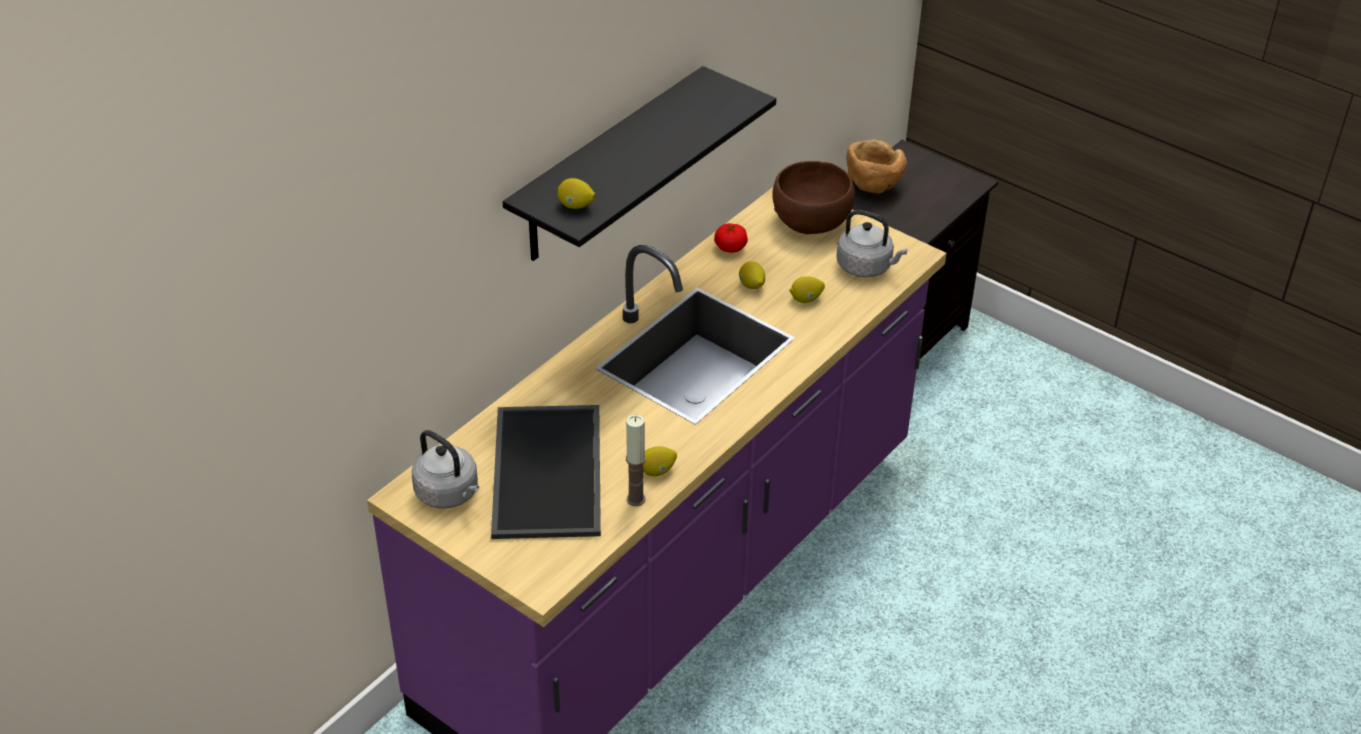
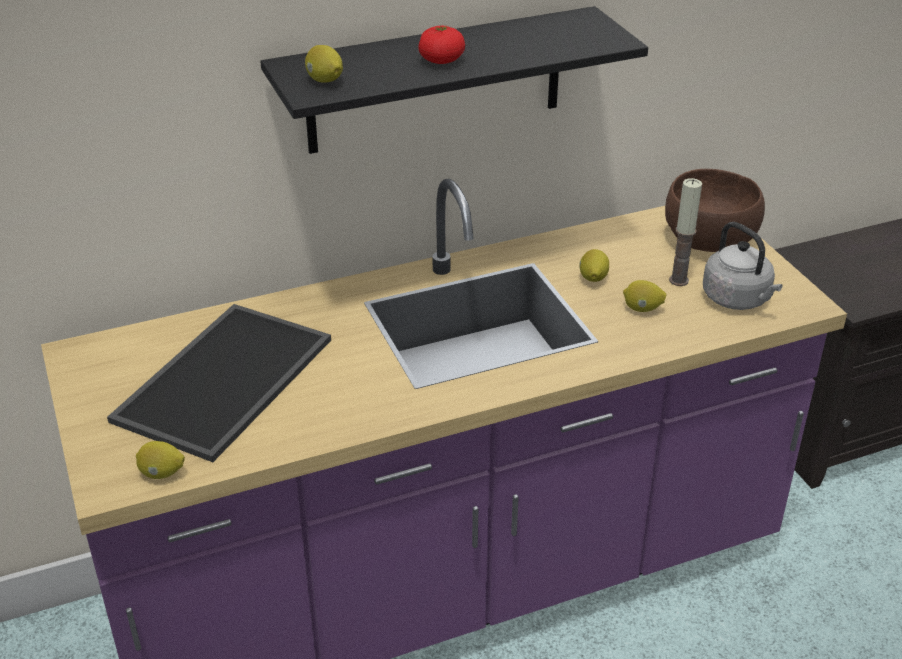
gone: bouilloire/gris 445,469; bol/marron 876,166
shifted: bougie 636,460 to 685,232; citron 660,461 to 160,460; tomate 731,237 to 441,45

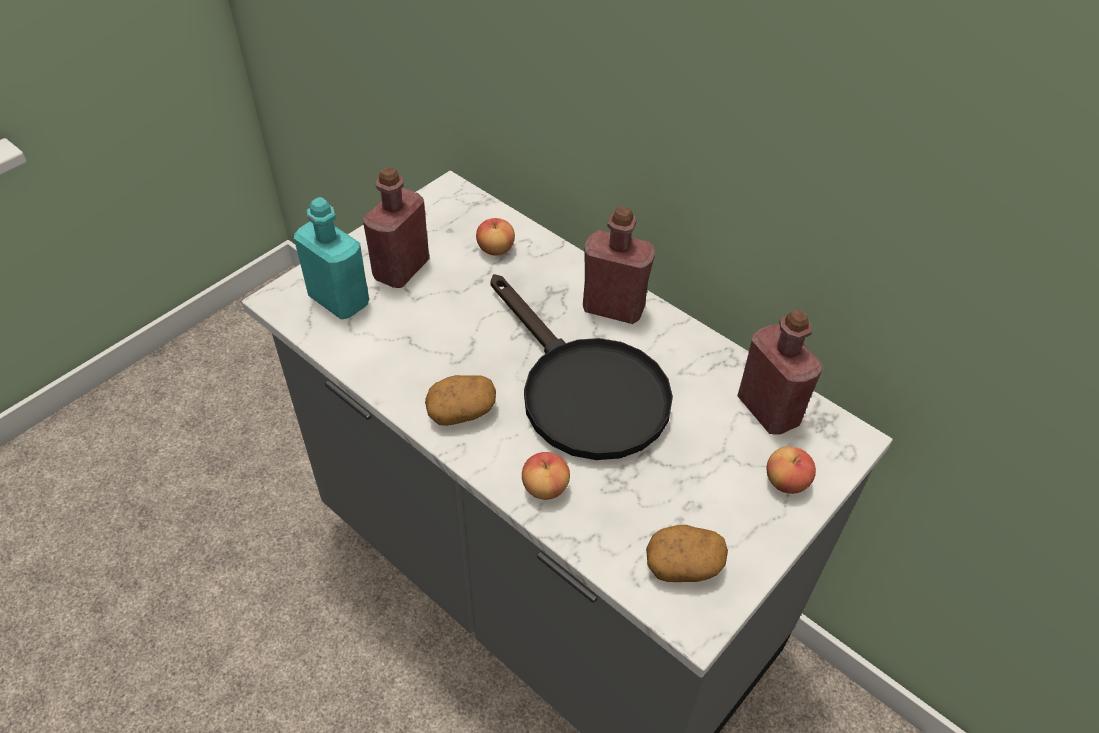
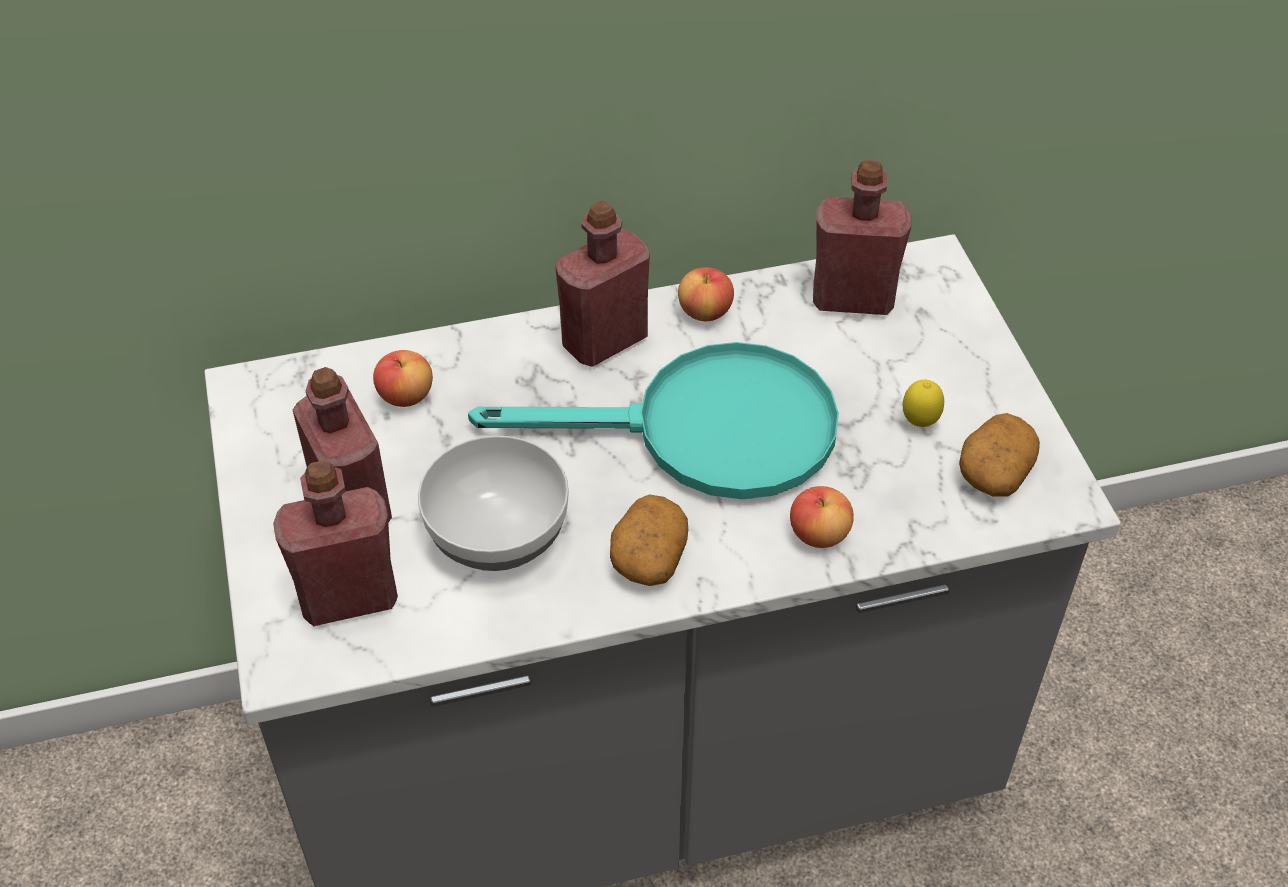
new: bol 493,503; citron 923,403
shifted: pomme 791,470 to 706,294
repainted: bouteille/turquoise 331,258 to bouteille/rouge 335,543; poêle/noir 581,367 to poêle/turquoise 653,420

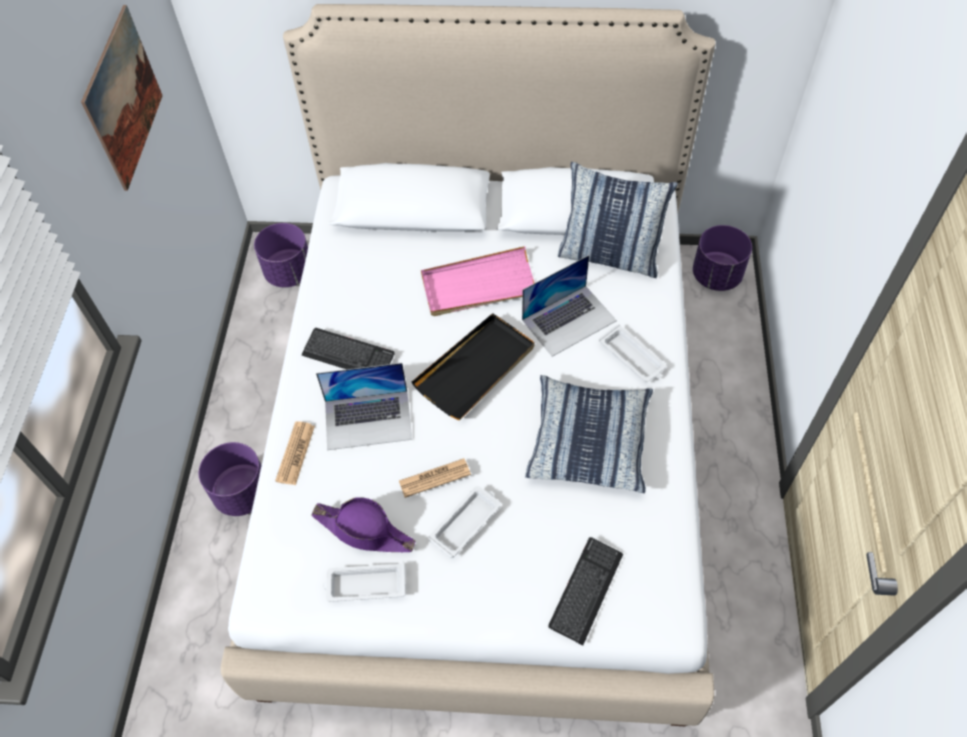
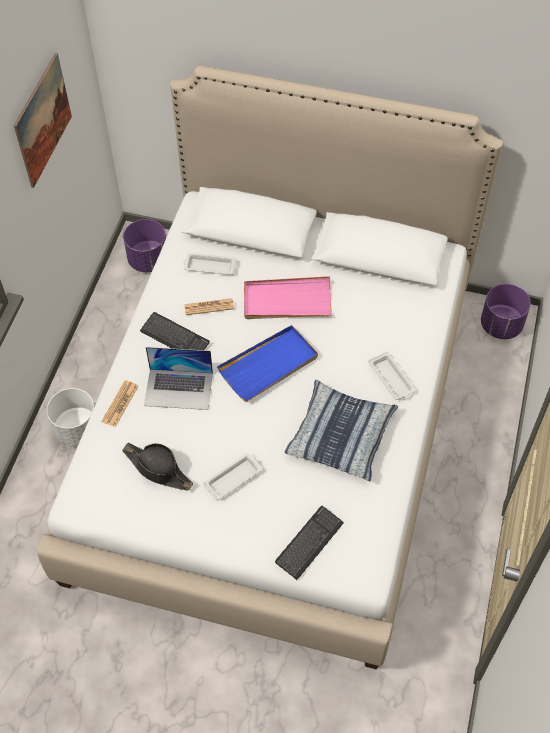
gone: ordinateur portable 569,306; coussin 618,220
shifted: plateau/blanc 364,582 to 210,264; journal 435,478 to 209,306
repainted: cache-pot/violet 230,479 to cache-pot/blanc 71,417; chapeau/violet 363,524 to chapeau/noir 157,466; plateau/noir 473,366 to plateau/bleu 267,363

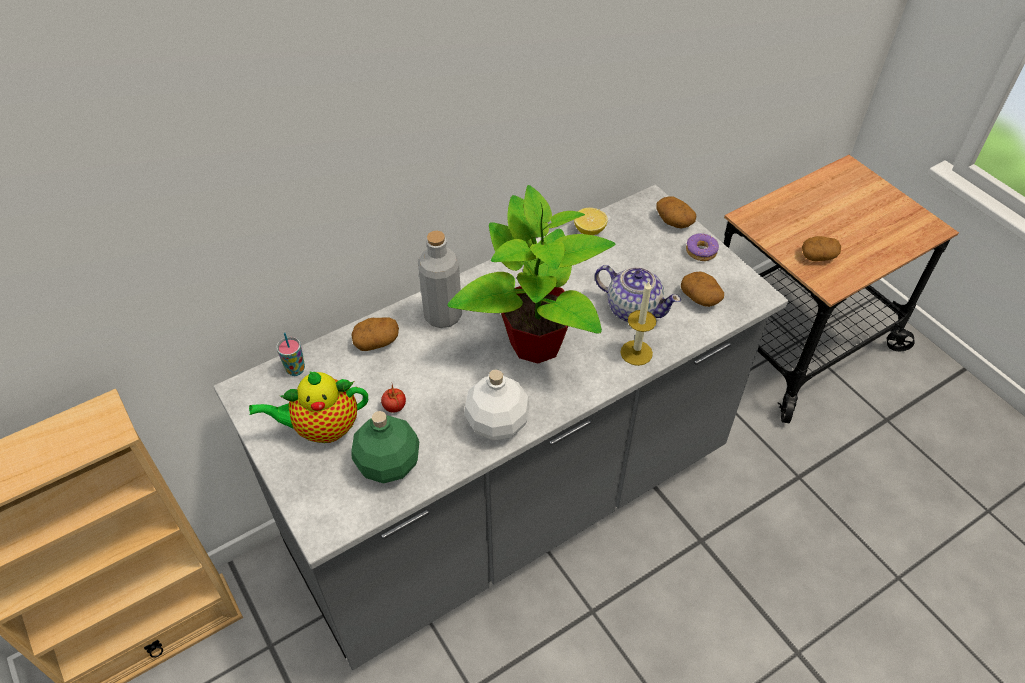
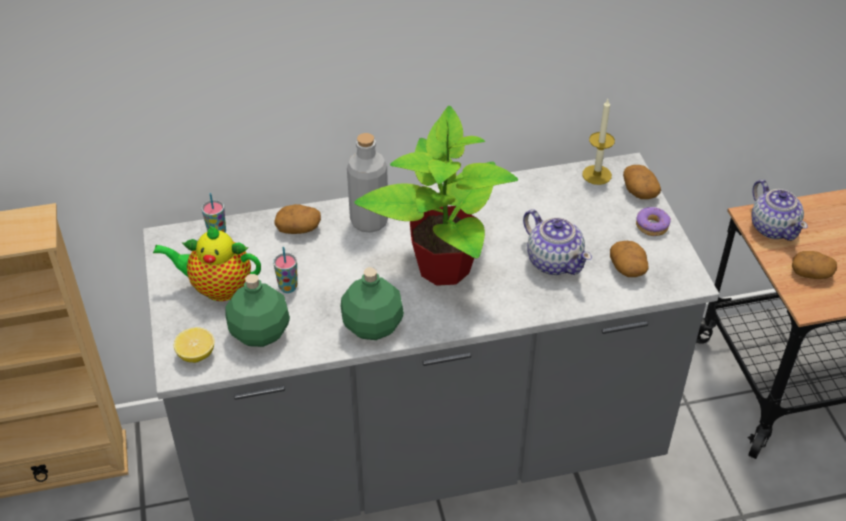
new: théière 780,210
shifted: citron 591,221 to 194,345; bougie 638,323 to 598,142
swapped: tomate 393,399 to tasse 285,270
repainted: bouteille/blanc 496,404 to bouteille/vert 372,303

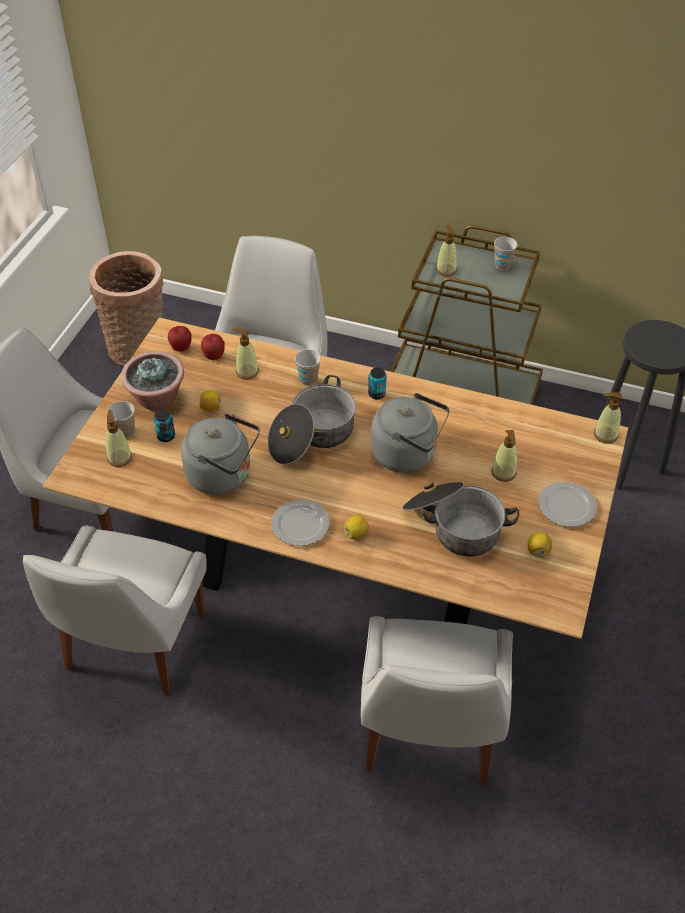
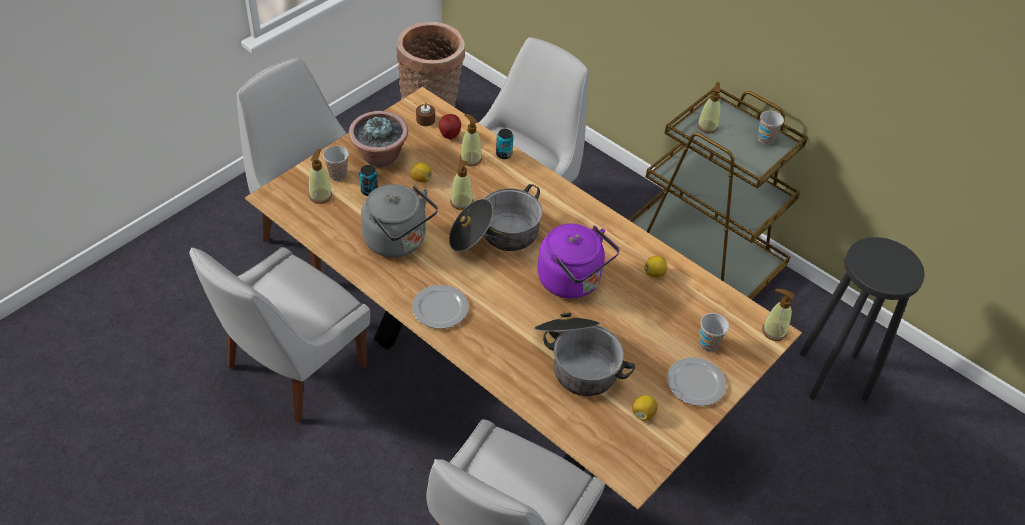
shifted: tasse 308,368 to 714,332; citron 356,527 to 655,266; boîte métallique 377,383 to 504,144; distributeur de savon 504,456 to 461,185
swapped: pomme 179,338 to bougie/marron 425,114
repainted: bouilloire/gris 410,432 to bouilloire/violet 579,261

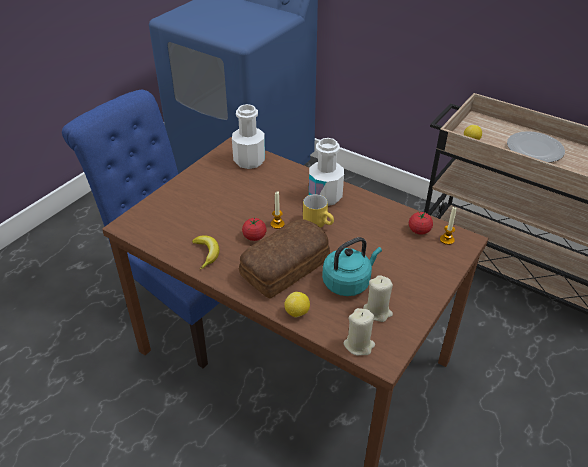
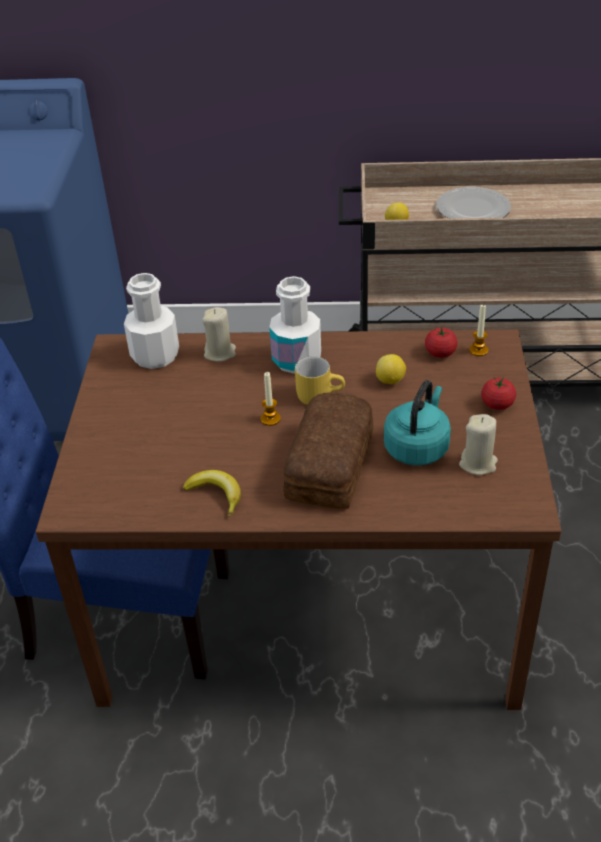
shifted: tomate 254,229 to 498,393; citron 297,304 to 391,369; bougie/beige 359,332 to 219,334

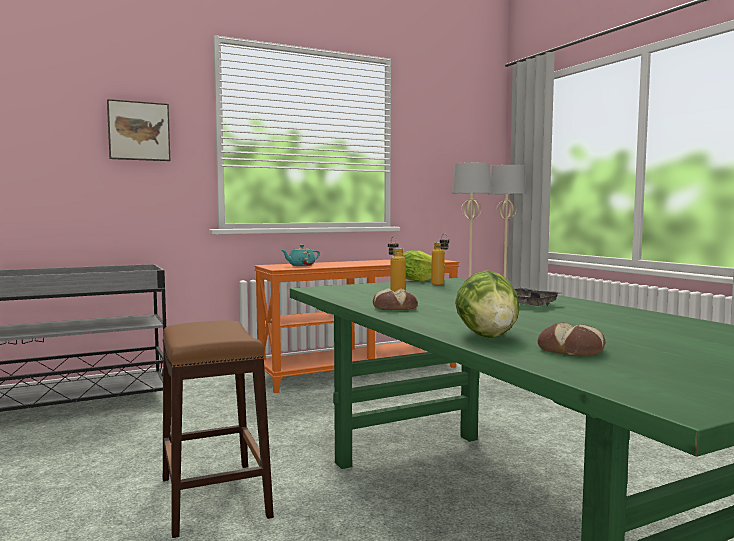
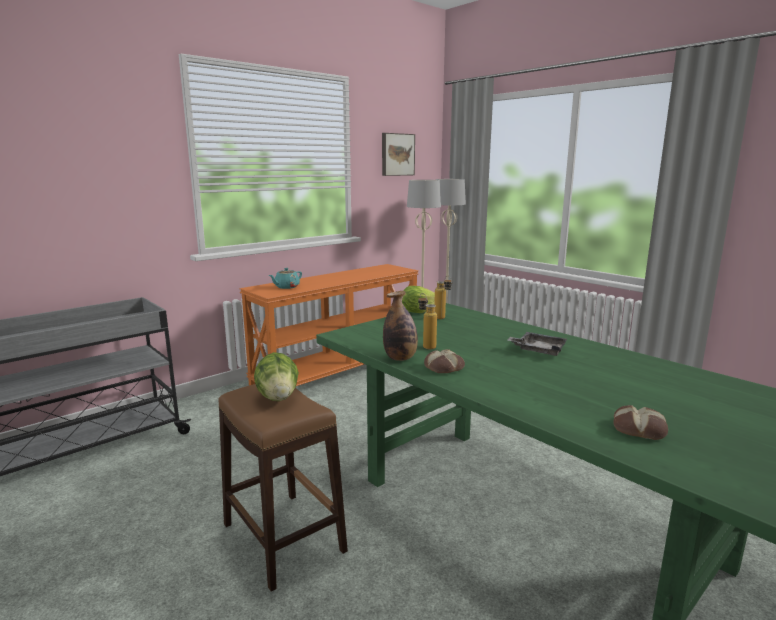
new: bouteille 400,326
shifted: tableau 138,130 to 398,154; laitue 487,304 to 276,376

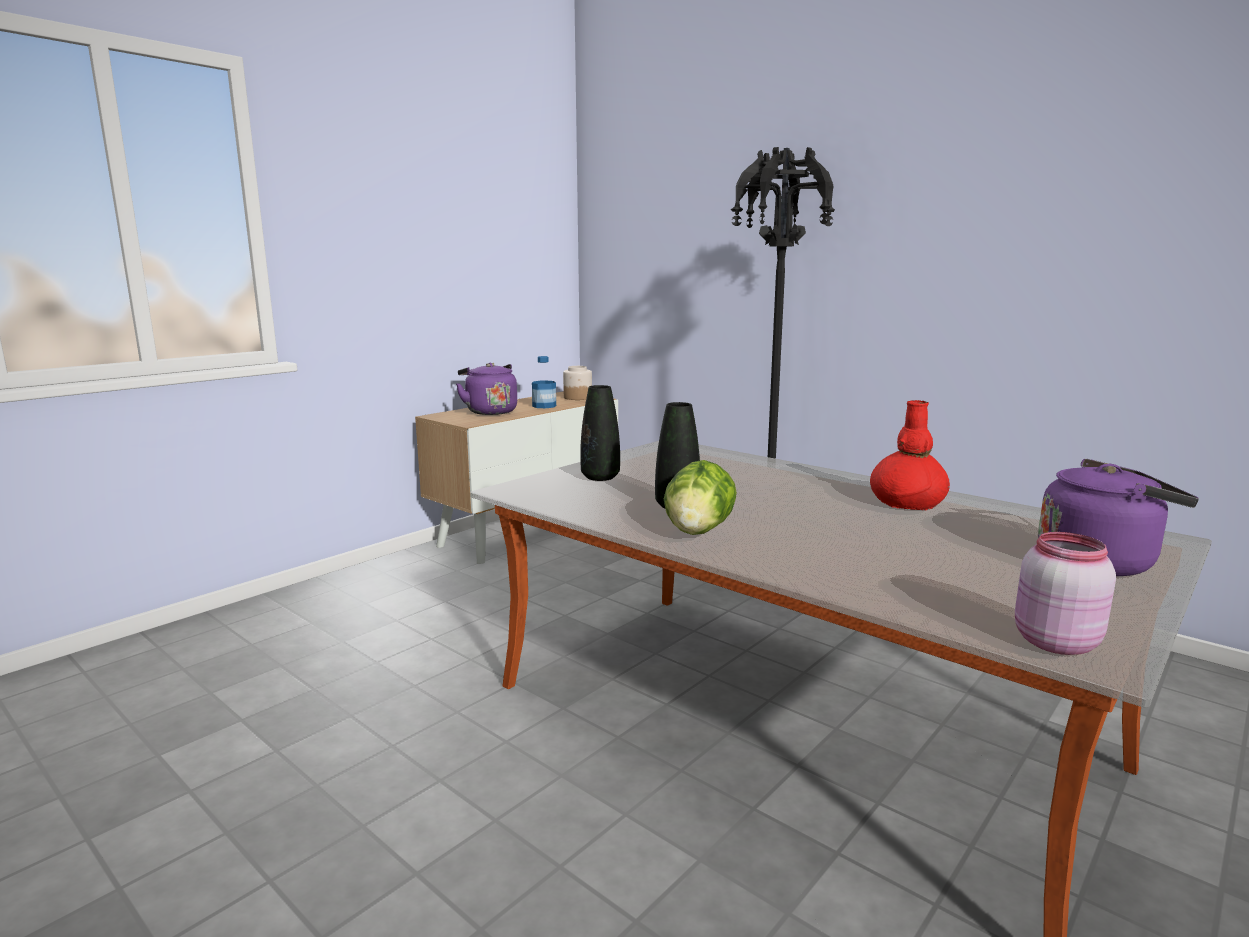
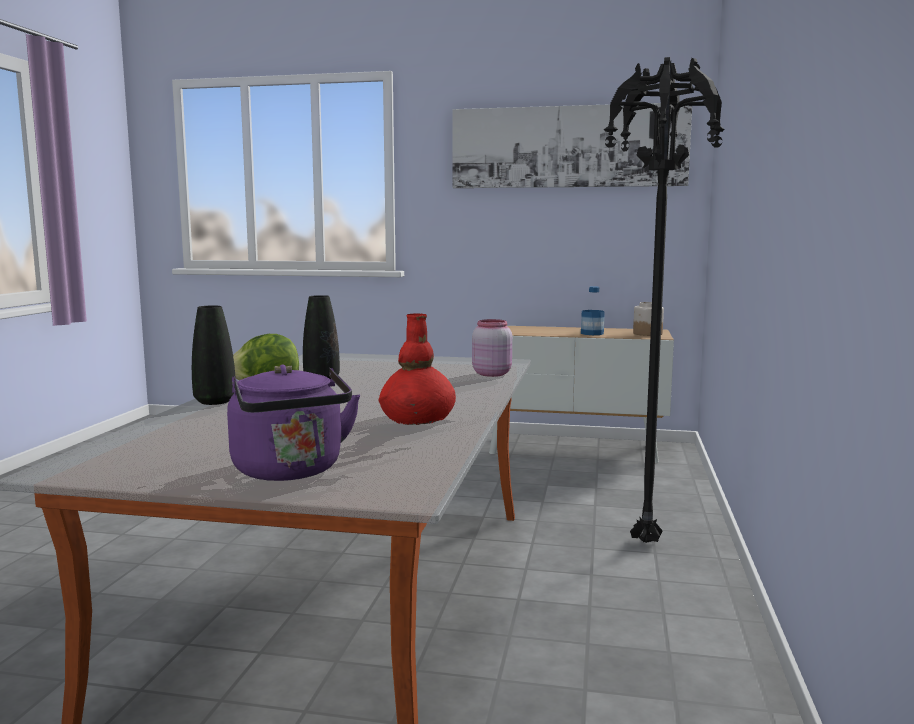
gone: bouilloire/violet 486,389
new: tableau 572,145
shifted: vase/noir 600,433 to 213,355; bocal/rose 1065,593 to 492,348

